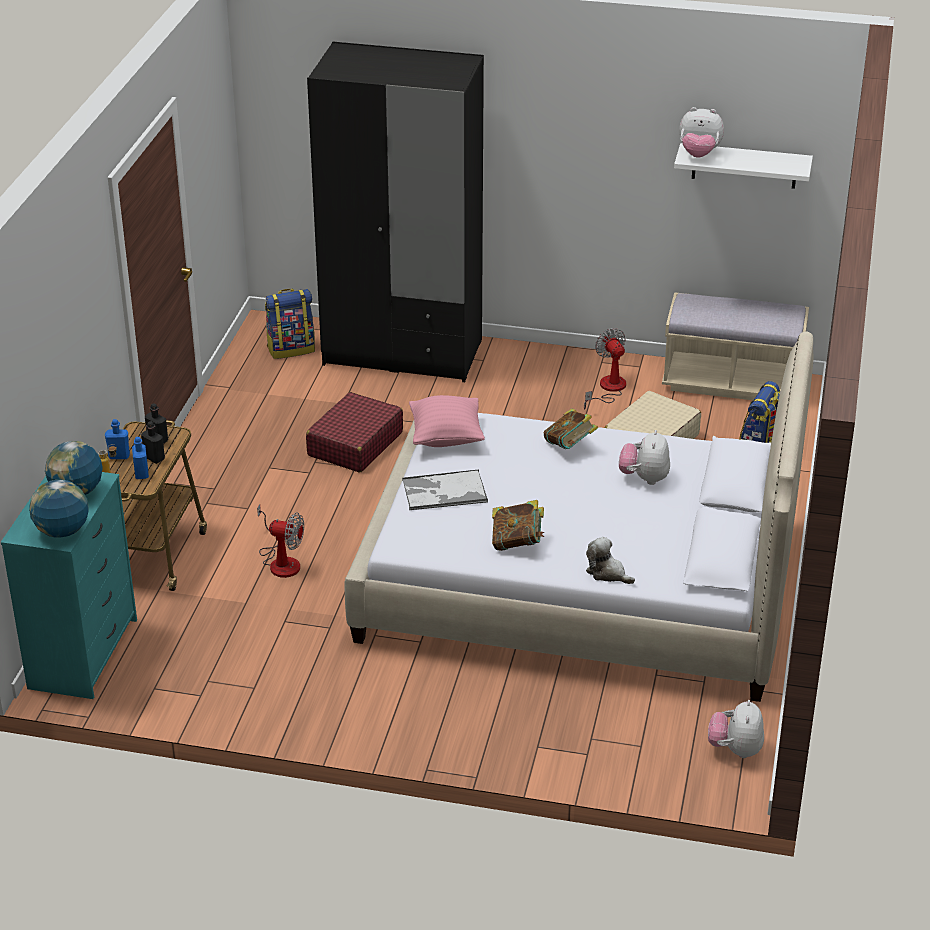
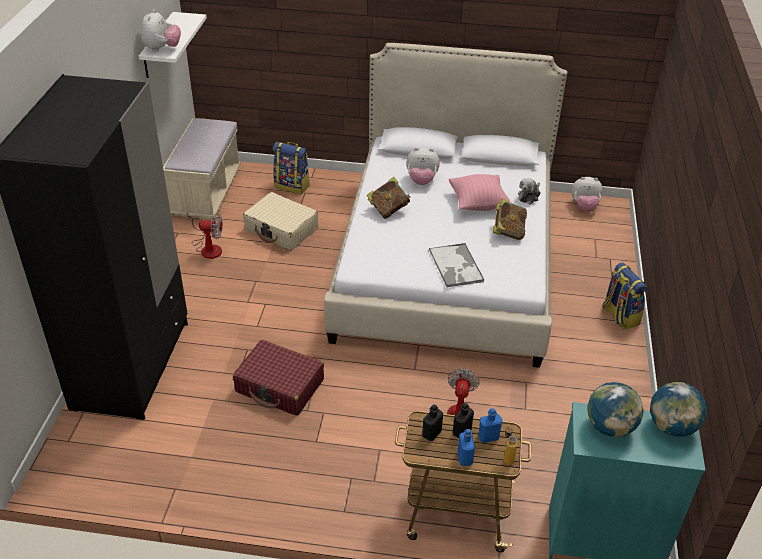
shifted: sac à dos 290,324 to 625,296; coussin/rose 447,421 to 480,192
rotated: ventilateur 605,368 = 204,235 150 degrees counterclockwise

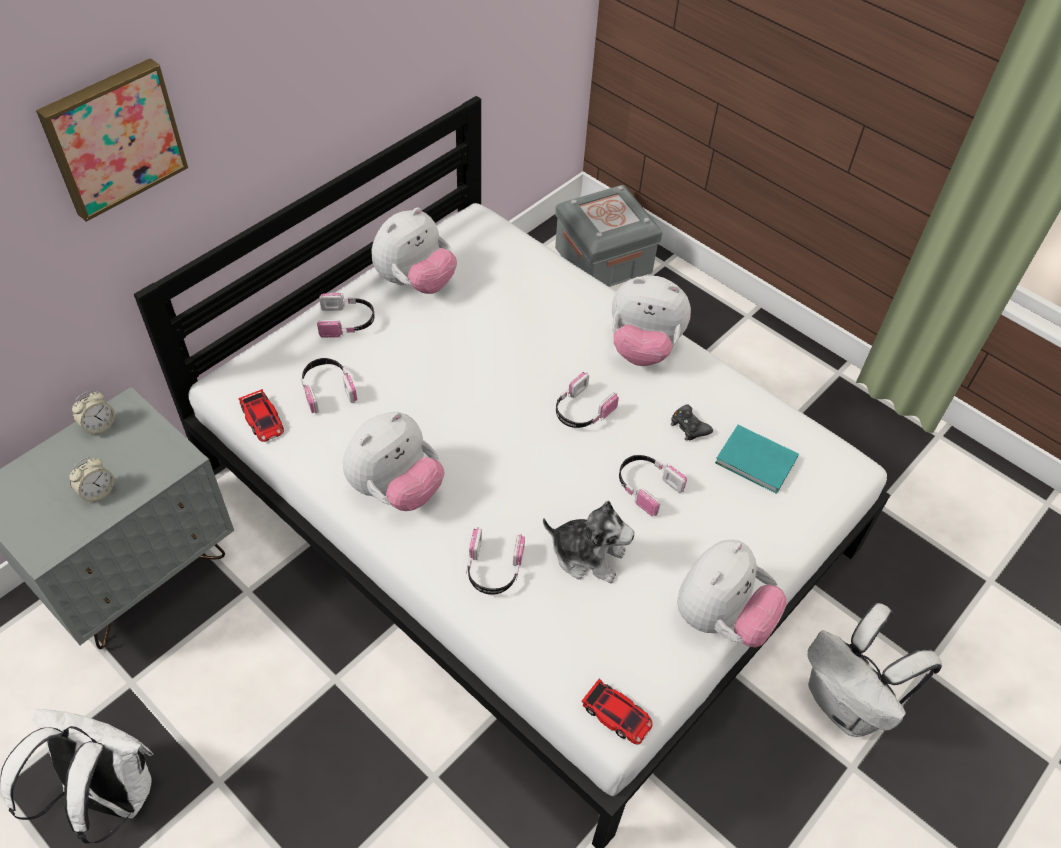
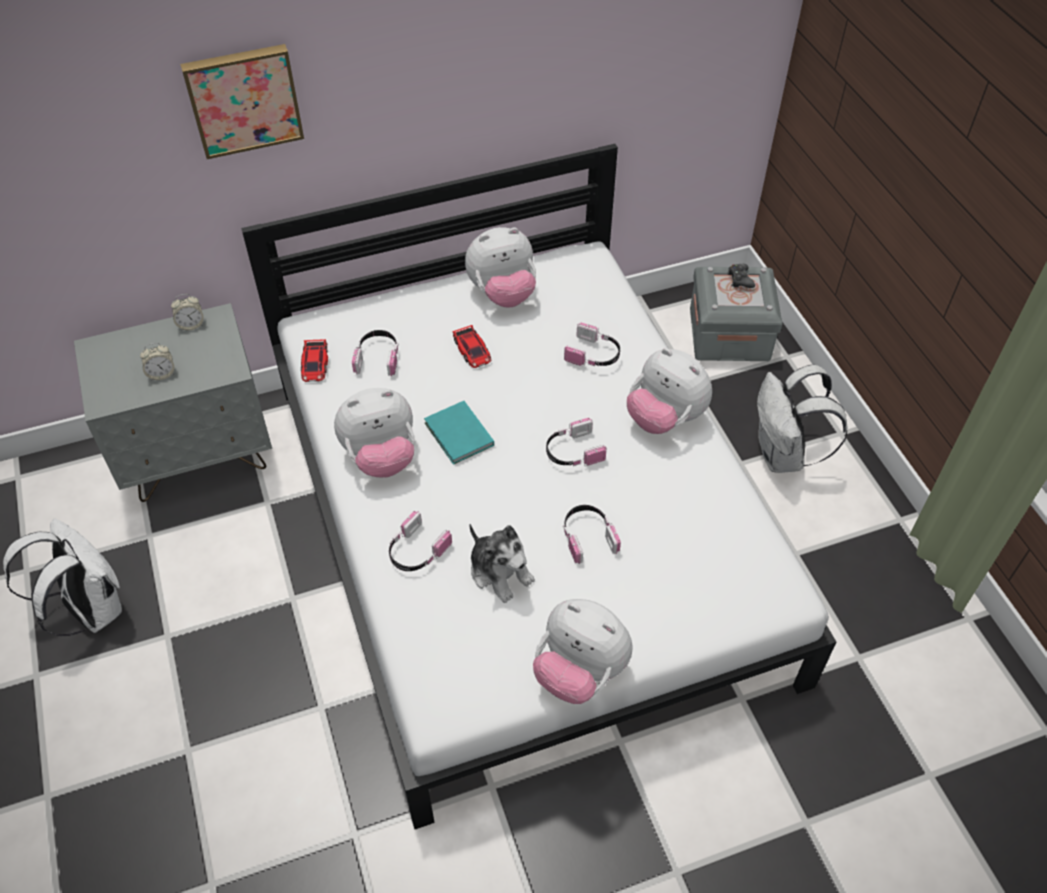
shifted: casque audio 346,315 to 592,345; petite voiture 617,712 to 471,346; manette/noir 692,422 to 741,276; livre/turquoise 757,459 to 459,433; sac à dos/blanc 875,670 to 802,419
rotated: peluche 732,594 = 582,651 60 degrees clockwise

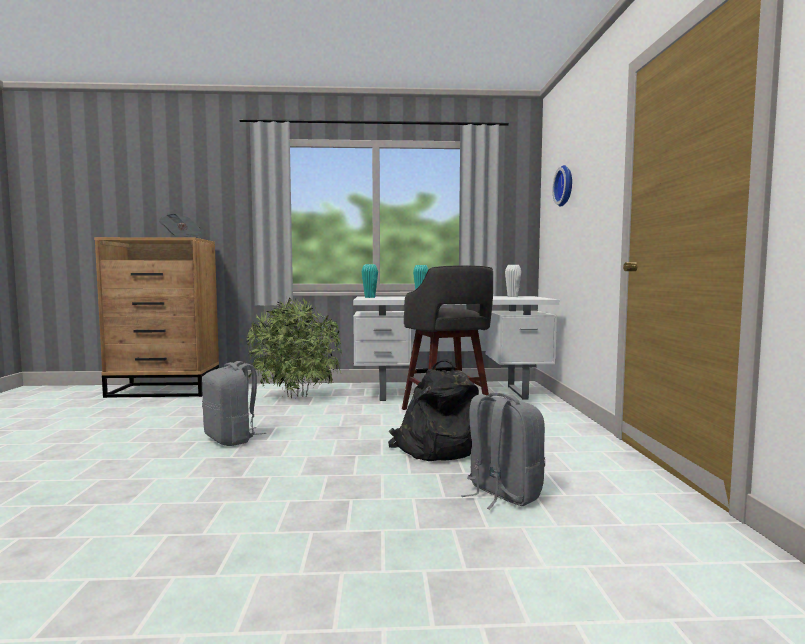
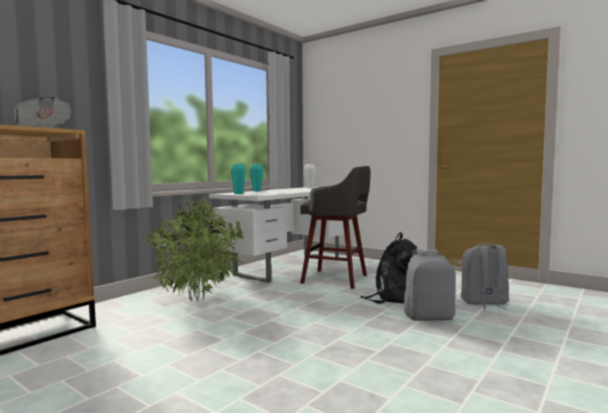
gone: horloge murale 562,186
shifted: sac à dos/gris 234,403 to 430,285

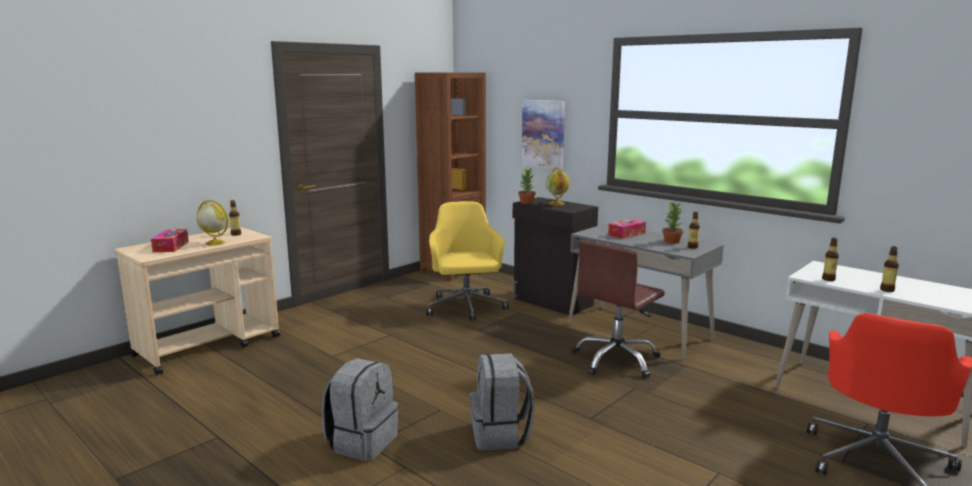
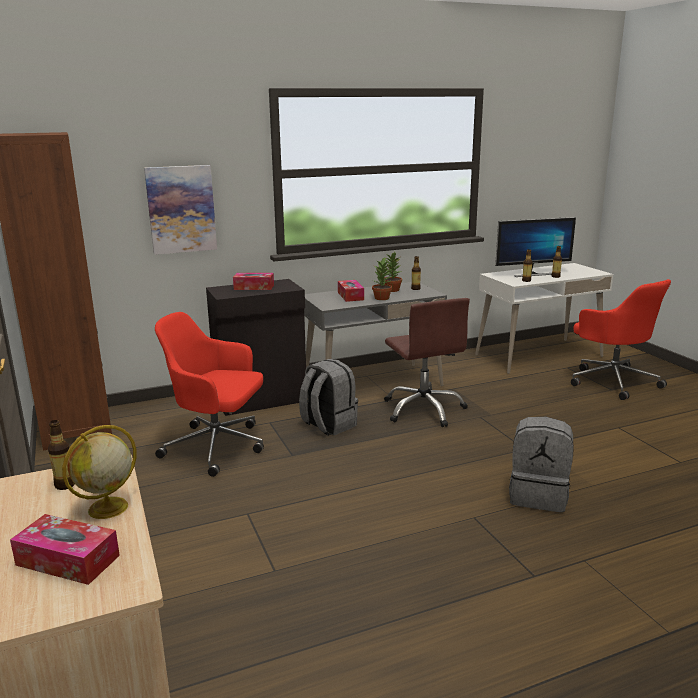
new: écran d'ordinateur 535,247
shifted: sac à dos/gris 360,409 to 328,397; plante en pot 527,186 to 382,279
swapped: globe 558,186 to boîte à mouchoirs 253,281
repainted: chaise de bureau/jaune 467,260 to chaise de bureau/rouge 209,394

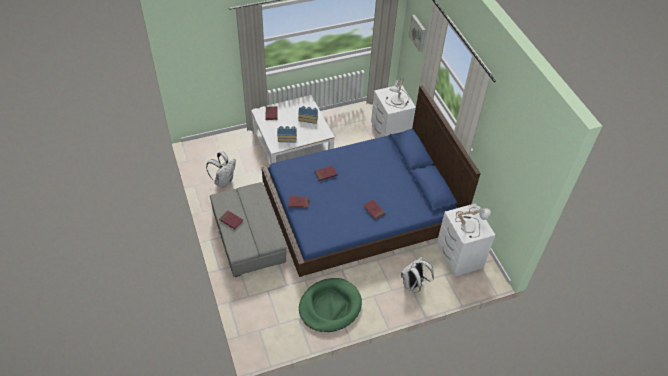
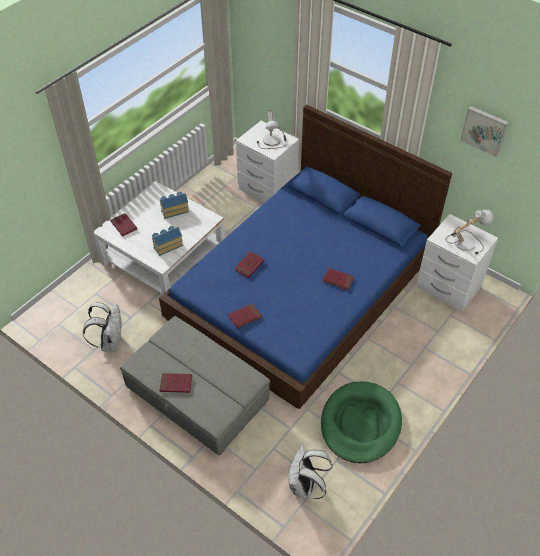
shifted: sac à dos/blanc 417,275 to 311,471; tableau 417,33 to 484,131

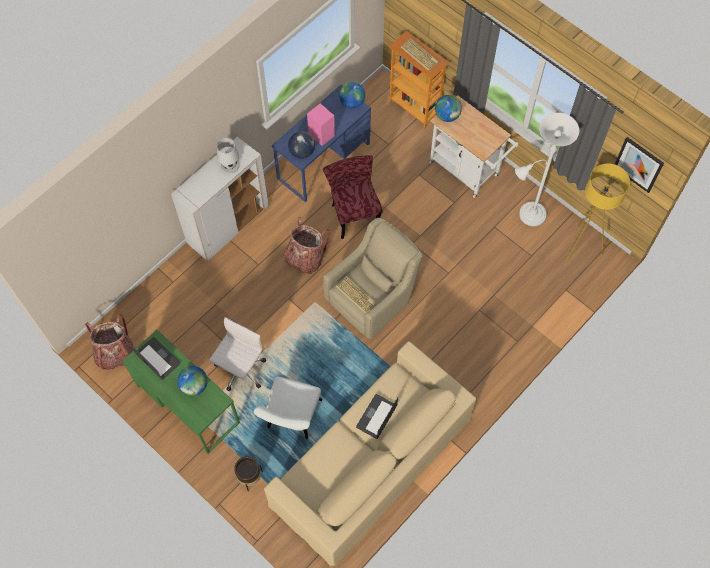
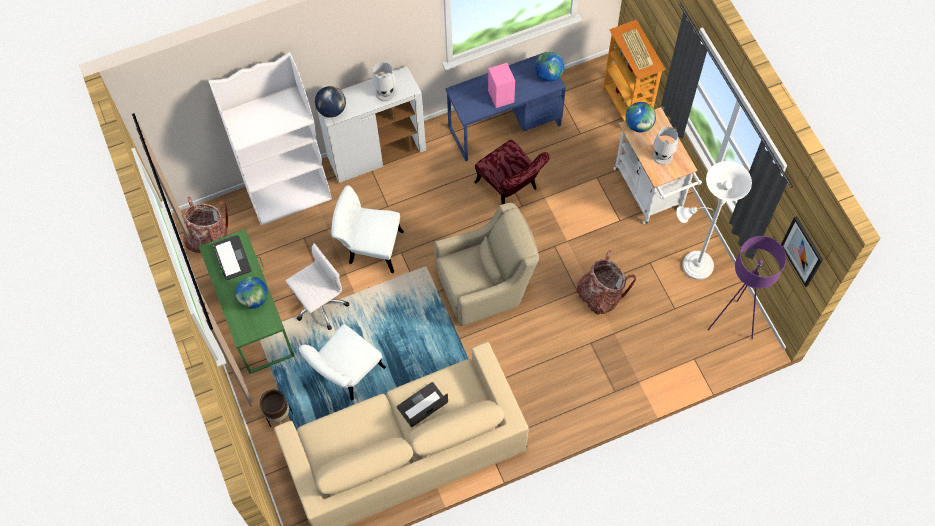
gone: clavier 356,295
new: bibliothèque/blanc 270,139; chaise/blanc 367,229; lampe de table/blanc 665,146
shifted: sac à dos 306,245 to 606,282; globe 301,145 to 330,102
repainted: lampadaire/jaune 597,213 to lampadaire/violet 747,287
rotated: chaise/rouge 352,197 = 512,171 135 degrees clockwise

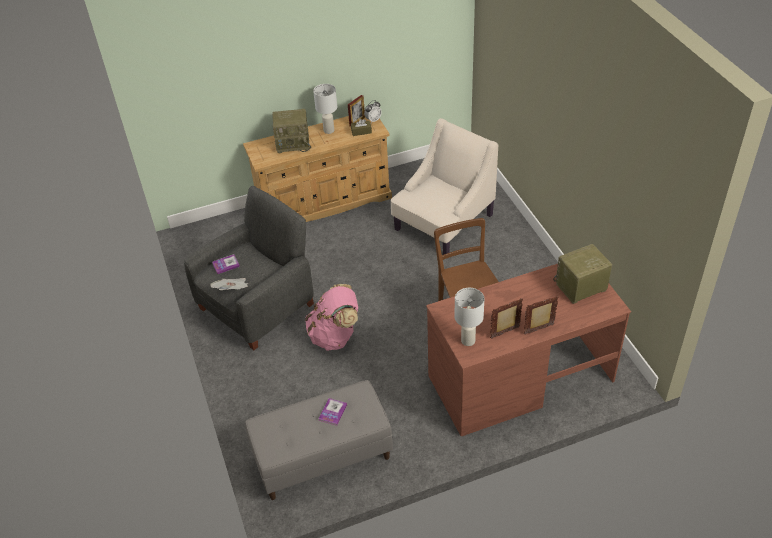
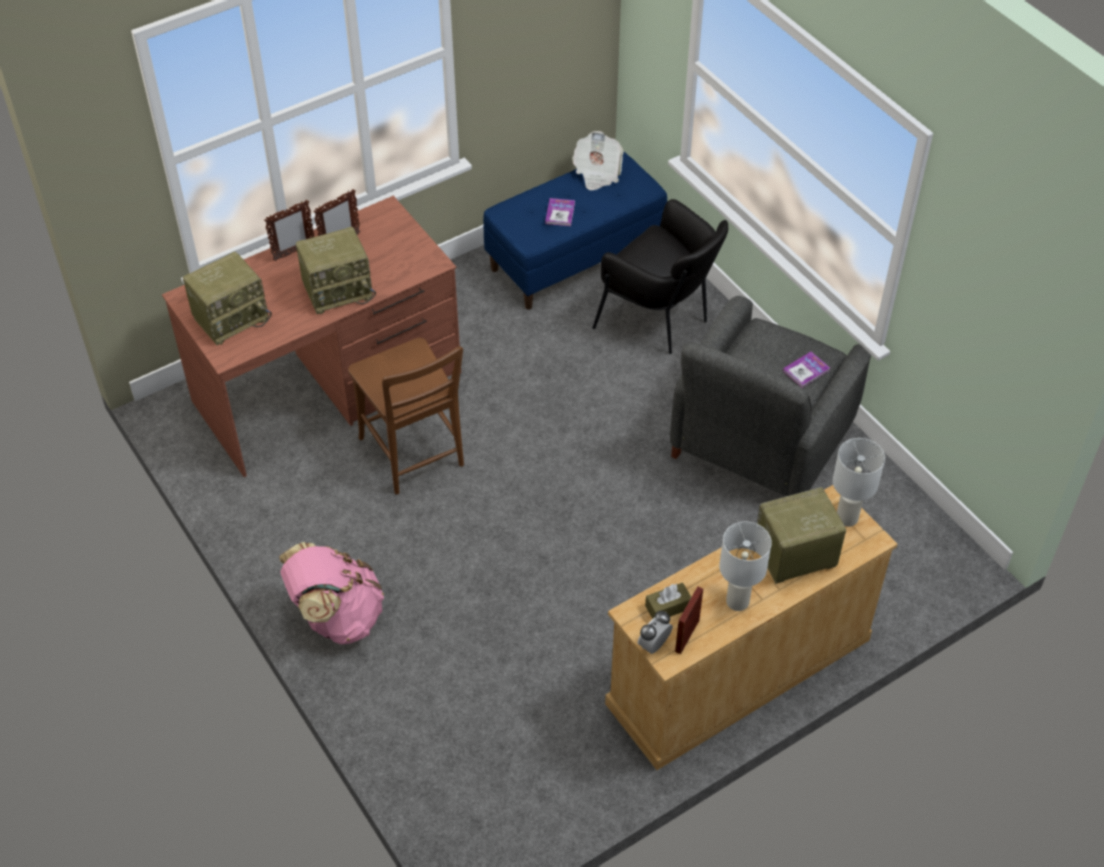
gone: fauteuil/beige 444,186
new: radio 336,270; fauteuil/noir 660,276
shifted: journal 229,284 to 598,161; sac à dos/rose 331,317 to 331,593; lampe de table/blanc 469,317 to 859,482
repainted: banc/gris 319,440 to banc/bleu 575,230

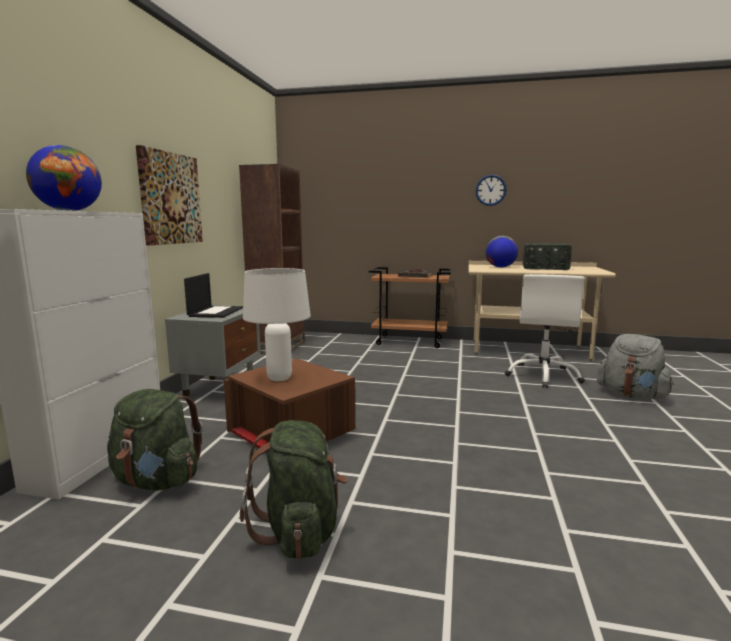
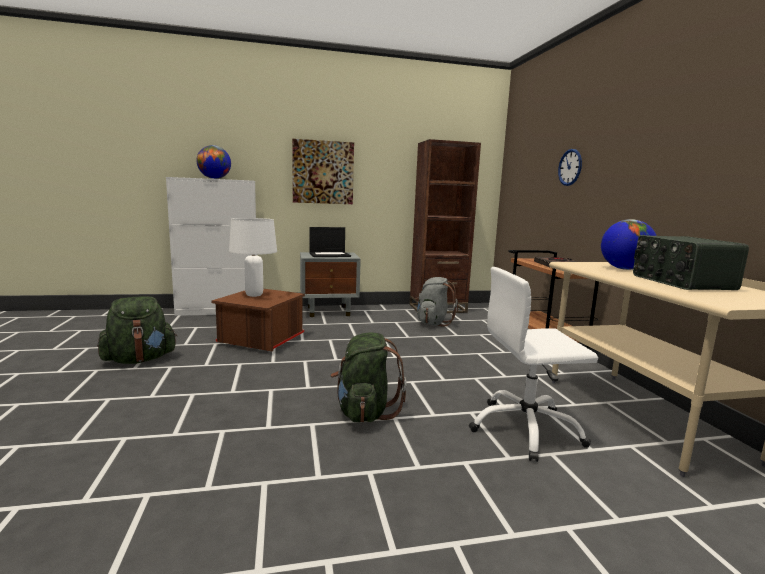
shifted: sac à dos/vert 155,440 to 368,377; horloge murale 491,190 to 570,167; sac à dos/gris 635,367 to 436,302

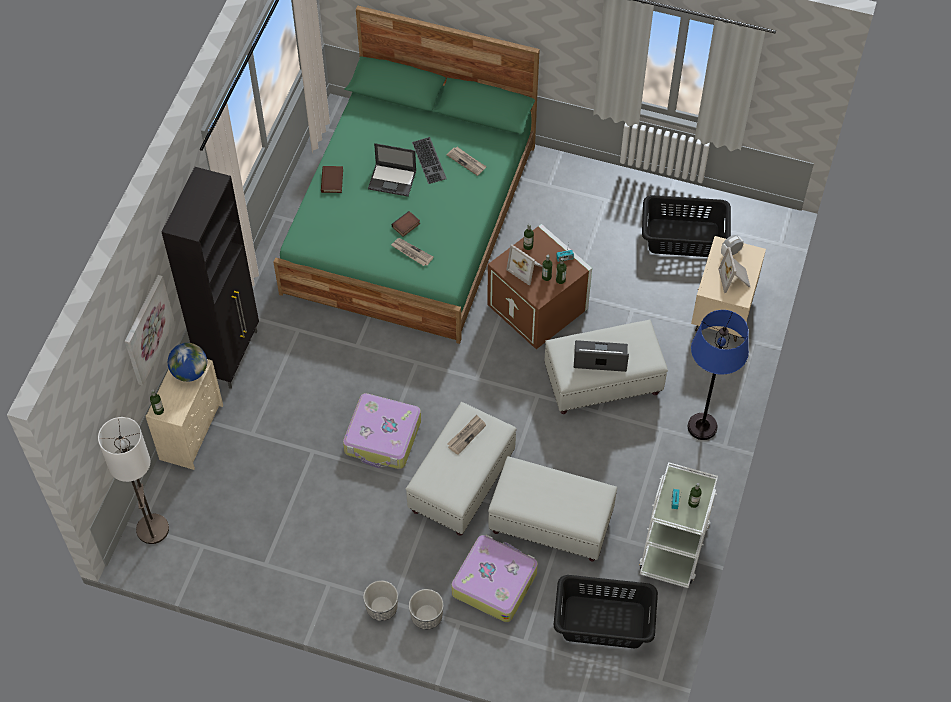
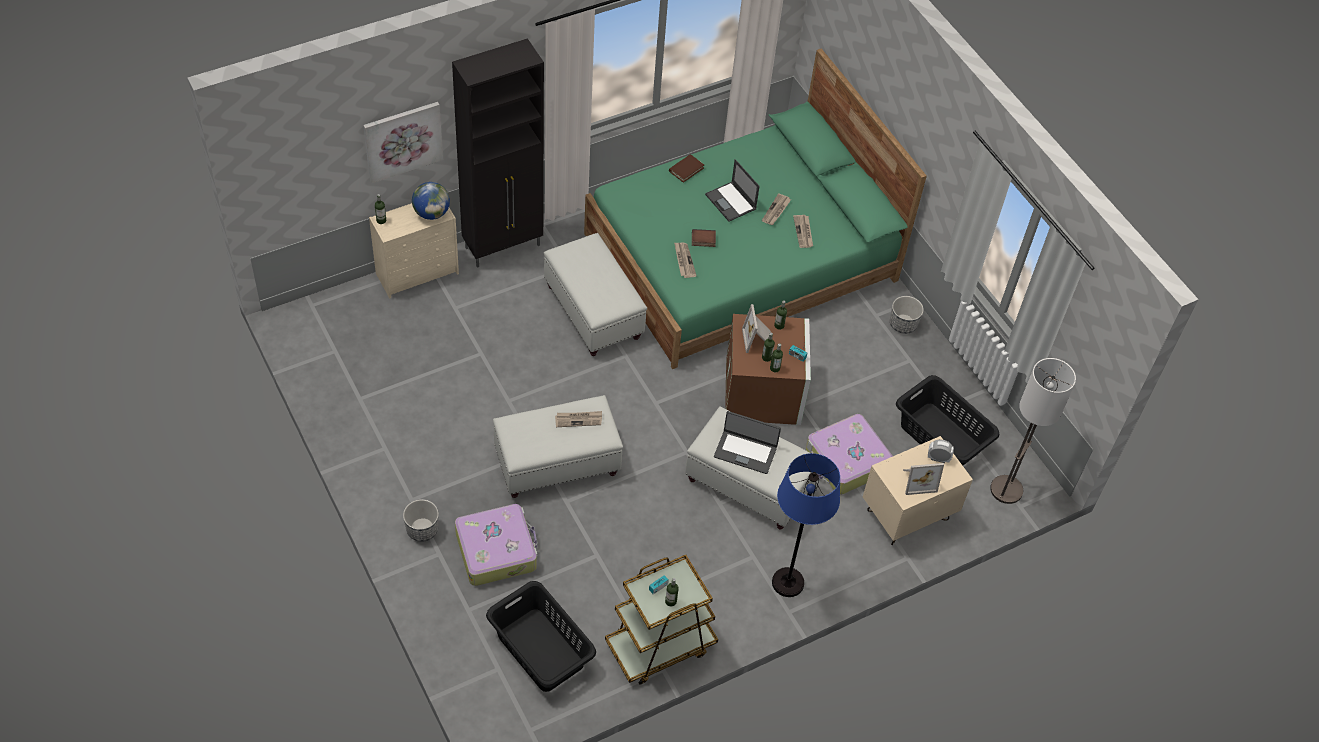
shifted: lampadaire 133,480 to 1033,431; valise 382,431 to 849,454; cache-pot 380,600 to 907,315; pouf/blanc 552,509 to 595,294
swapped: clavier 429,160 to journal 776,209
repainted: chariot/blanc 678,525 to chariot/marron 661,620
rotated: ordinateur portable 601,356 = 747,442 150 degrees clockwise; cadre photo 734,270 = 923,479 135 degrees counterclockwise

